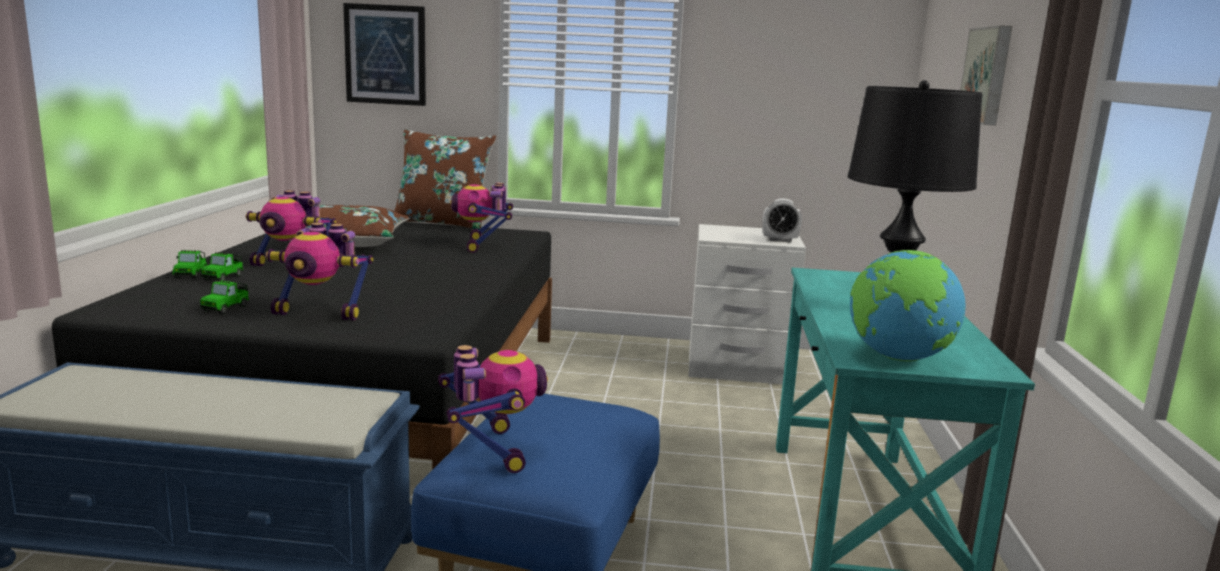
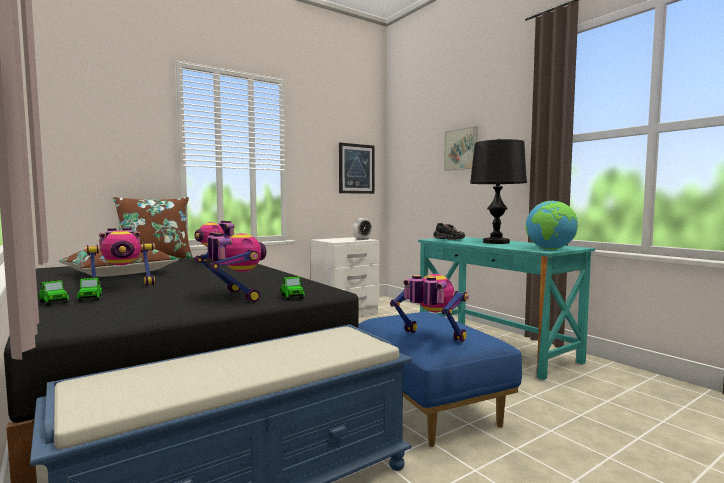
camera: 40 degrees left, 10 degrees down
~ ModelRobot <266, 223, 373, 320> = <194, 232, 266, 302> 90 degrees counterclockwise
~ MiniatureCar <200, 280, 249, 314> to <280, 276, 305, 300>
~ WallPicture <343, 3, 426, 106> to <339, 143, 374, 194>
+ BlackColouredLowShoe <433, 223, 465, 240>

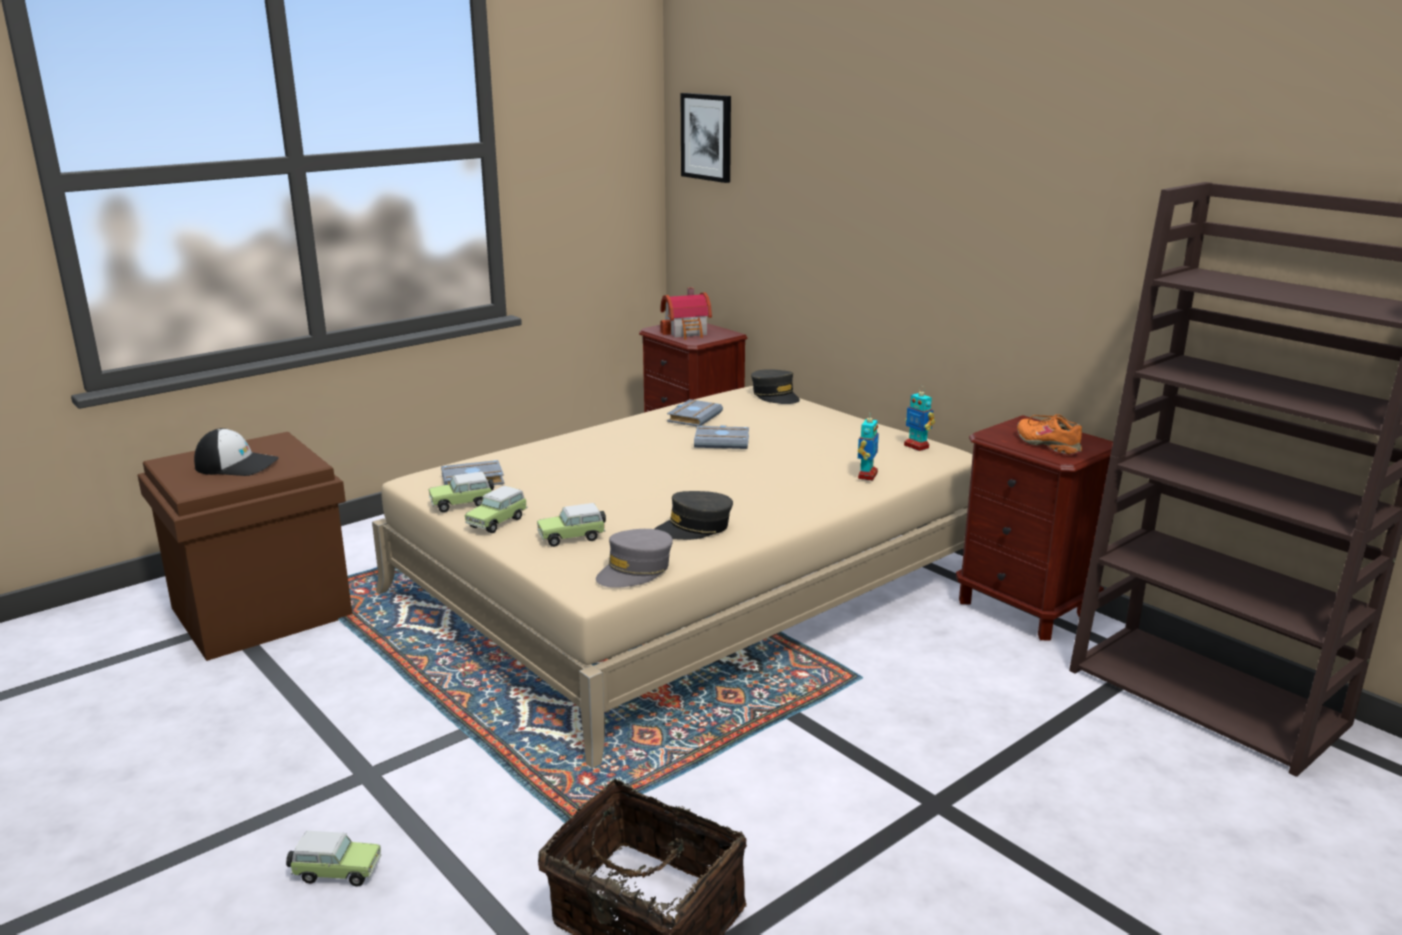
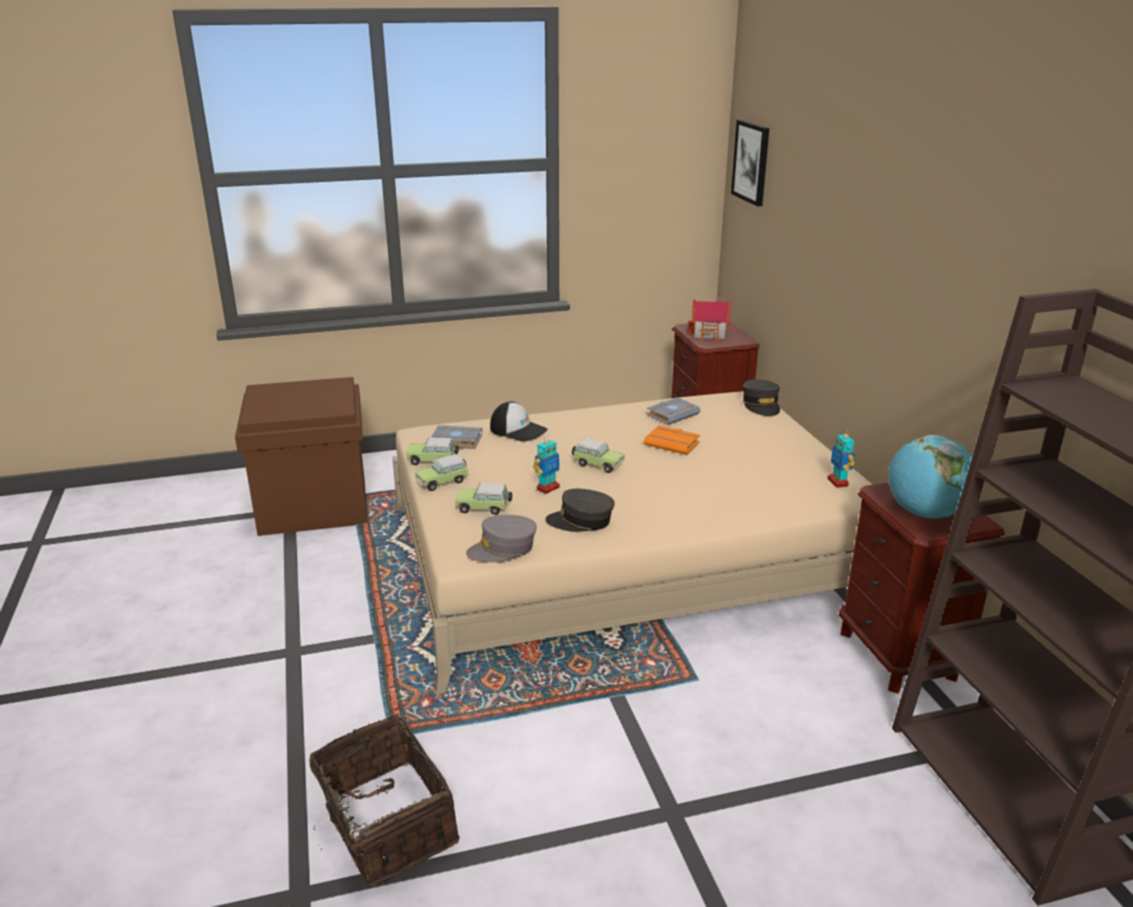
camera: 25 degrees right, 5 degrees up
~ BaseballCap <194, 428, 279, 476> to <490, 401, 548, 442>
~ ModelRobot <858, 413, 879, 481> to <533, 440, 560, 494>
~ MiniatureCar <286, 831, 381, 887> to <572, 438, 625, 473>
~ GreyBook <694, 425, 749, 449> to OrangeColouredBook <644, 425, 700, 455>
~ OrangeColouredLowShoe <1017, 414, 1082, 455> to WorldGlobe <888, 435, 972, 518>

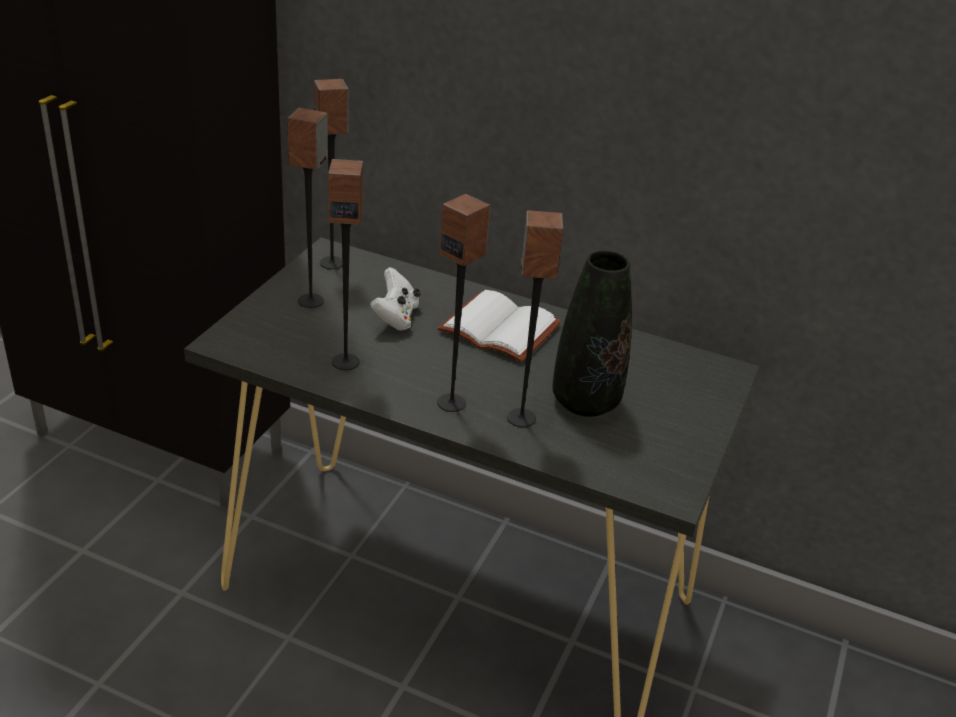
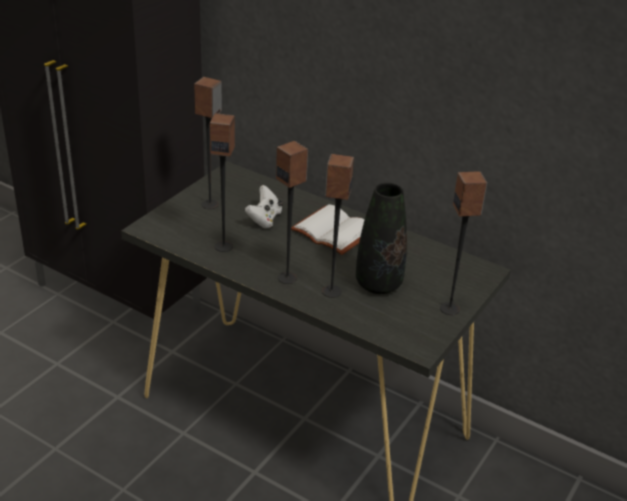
camera: 10 degrees right, 0 degrees up
~ AudioSpeaker <314, 79, 349, 269> to <440, 171, 487, 315>

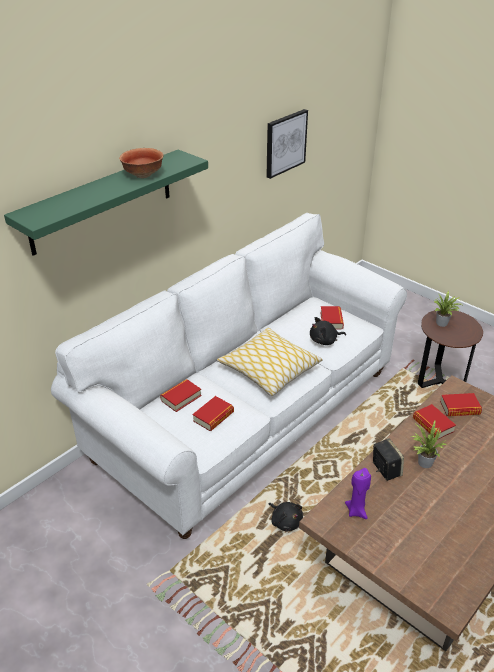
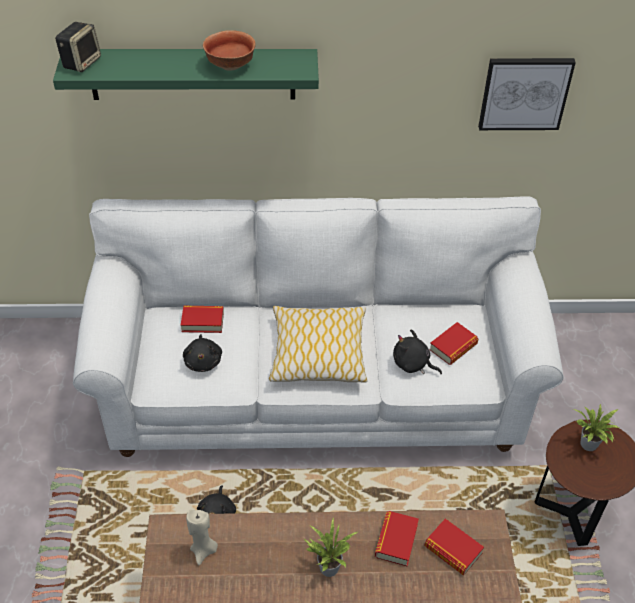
camera: 45 degrees right, 10 degrees up
~ AudioSpeaker <373, 438, 404, 481> to <55, 22, 101, 72>
~ Book <192, 396, 234, 431> to BlackColouredCuddlyToy <183, 334, 222, 372>
~ PurpleWaxLight <345, 468, 371, 519> to BeigeColouredWaxLight <186, 510, 218, 565>

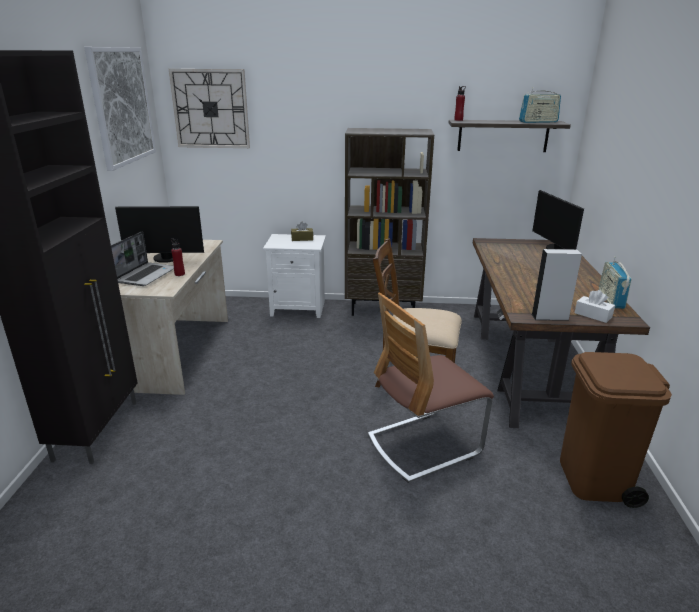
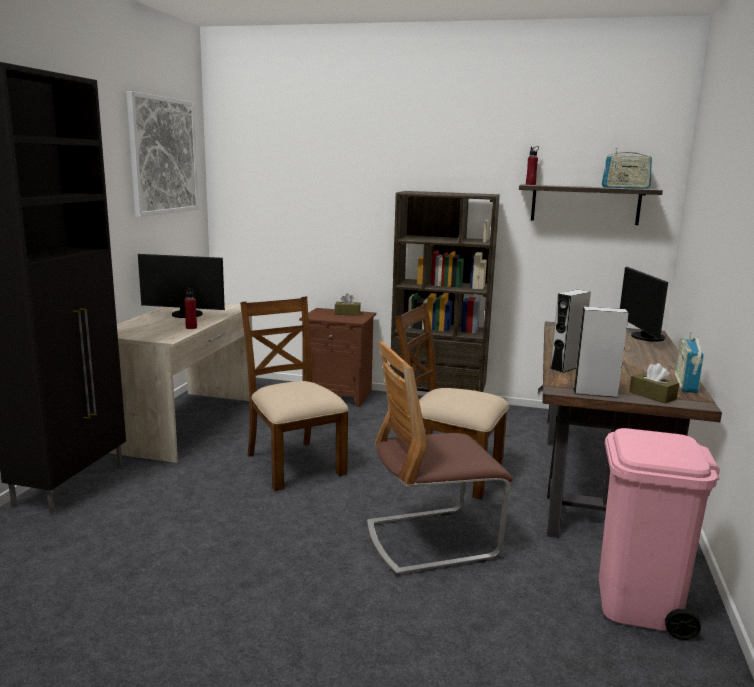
camera: 10 degrees right, 10 degrees down
+ BrownPlainChair <240, 296, 349, 491>
~ WhiteNightTable <263, 234, 326, 318> to BrownNightTable <299, 308, 376, 407>
+ GreyAudioSpeaker <550, 290, 591, 373>
~ BrownWasteBin <560, 352, 672, 508> to PinkColouredWasteBin <599, 428, 720, 640>
~ WhiteTissueHolder <575, 290, 615, 323> to BrownTissueHolder <629, 363, 679, 403>
- PortableComputer <111, 231, 174, 286>
- WallClock <169, 69, 250, 148>

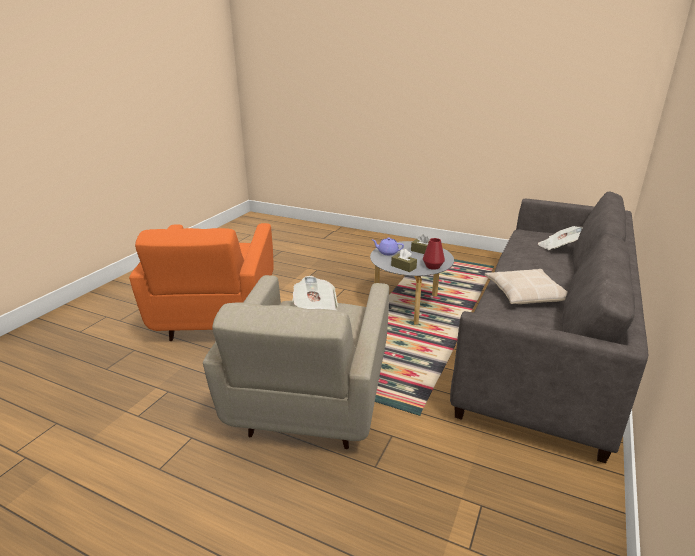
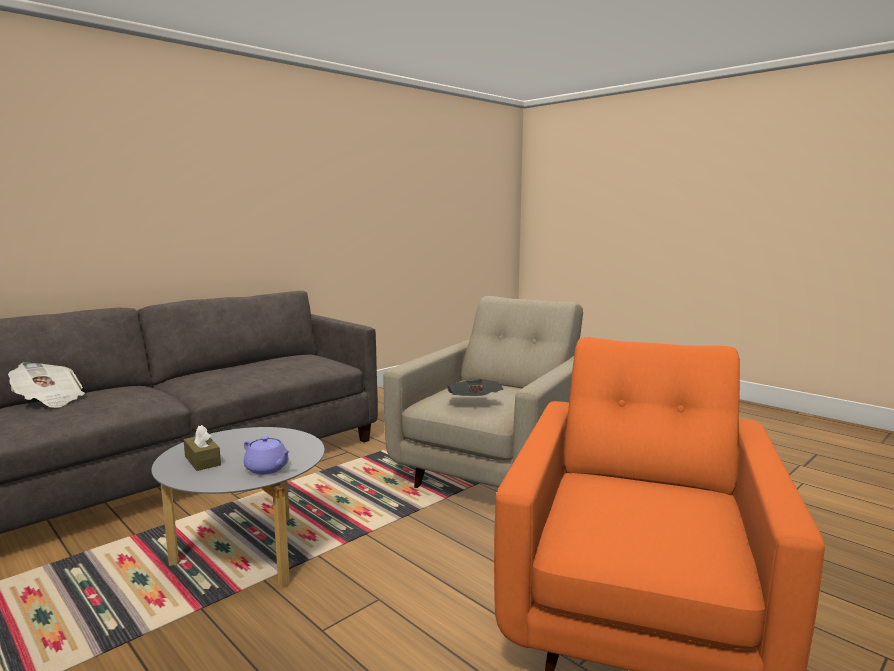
camera: 160 degrees left, 15 degrees down
- BrownTissueHolder <391, 249, 417, 272>
- ReddishFlowerVase <423, 238, 445, 270>
- BeigeColouredCushion <485, 269, 568, 304>

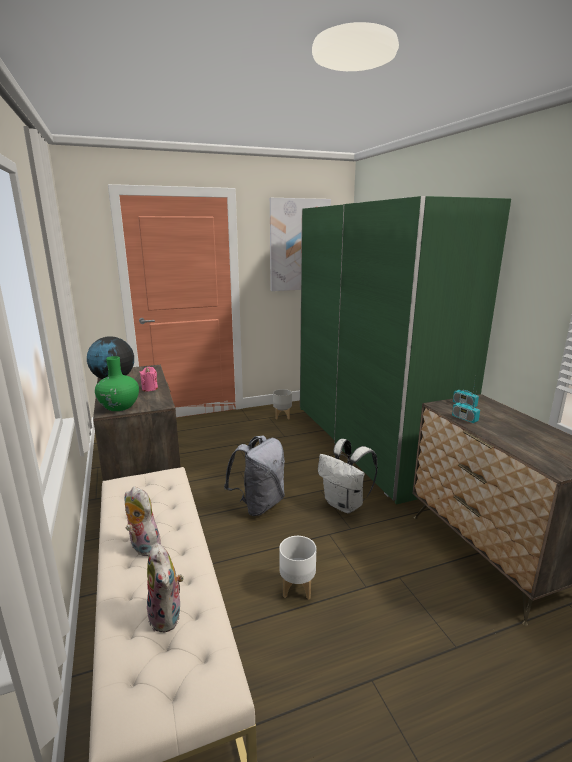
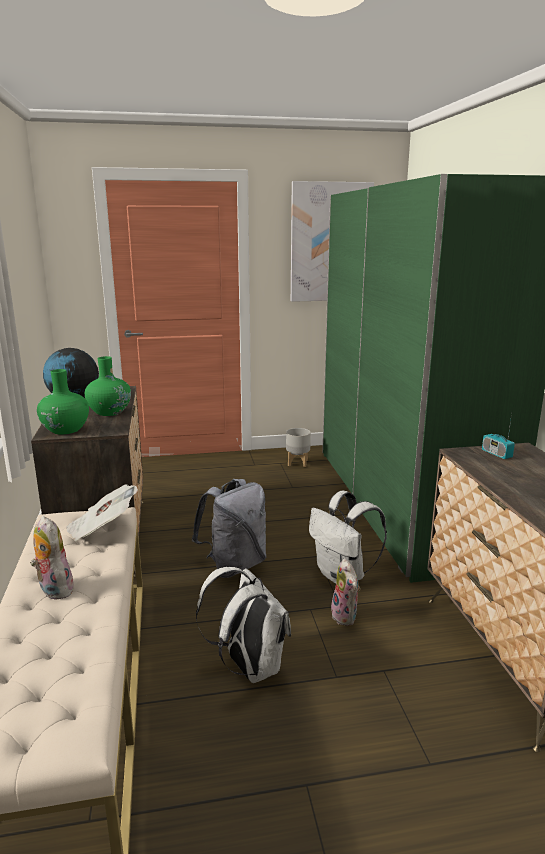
camera: 10 degrees right, 0 degrees up
+ Newspaper <66, 484, 138, 541>
~ PinkColouredWaxLight <140, 367, 158, 391> to GreenFlowerVase <85, 356, 131, 416>
~ WhitePlanter <279, 536, 316, 600> to WhiteBackpack <196, 567, 291, 683>
~ CuddlyToy <147, 543, 184, 633> to <331, 559, 361, 626>
- RadioSet <452, 389, 480, 423>

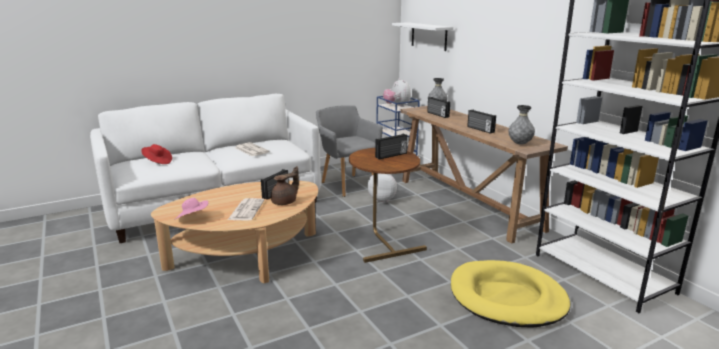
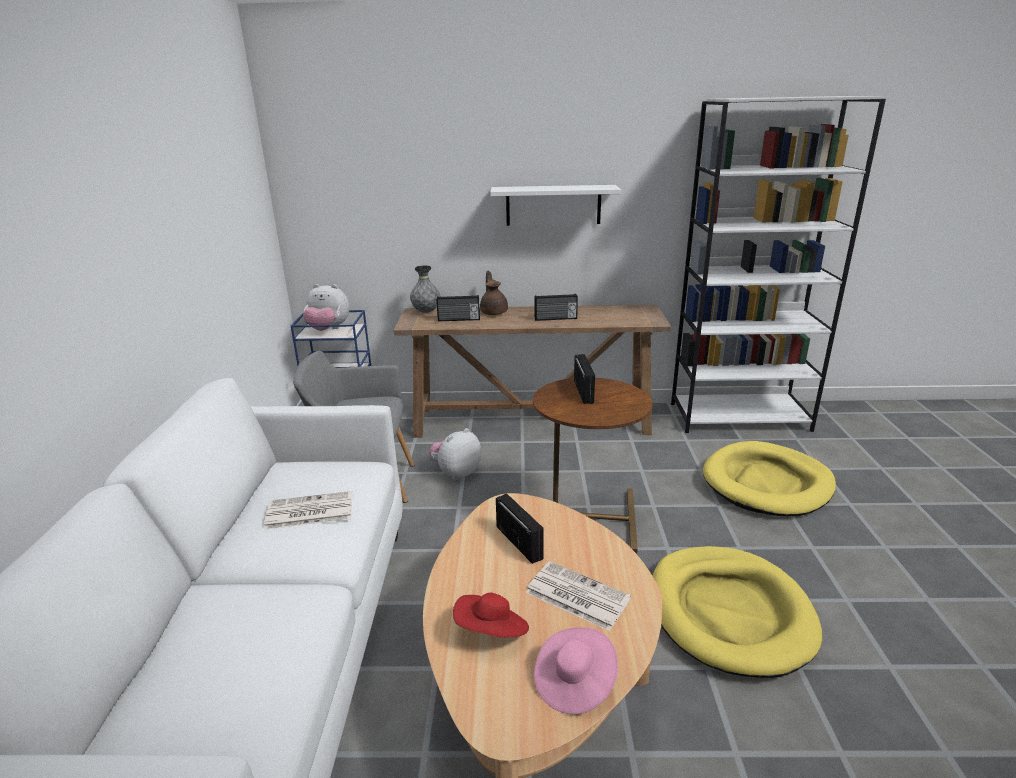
camera: 60 degrees left, 5 degrees up
~ ReddishWearableHat <141, 144, 172, 164> to <453, 593, 529, 638>
~ BrownPotForTea <271, 166, 299, 205> to <480, 271, 508, 315>
~ WhiteWallShelf <392, 22, 453, 51> to <490, 185, 621, 226>
+ YellowColouredDogBed <652, 546, 822, 678>
- GreyFlowerVase <508, 105, 535, 145>

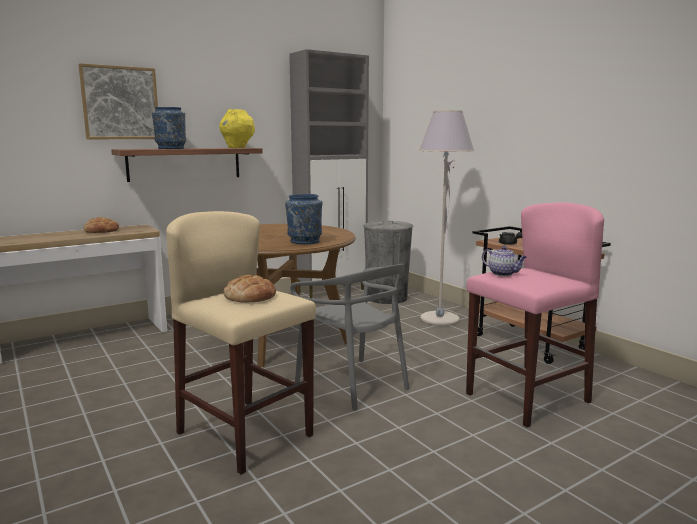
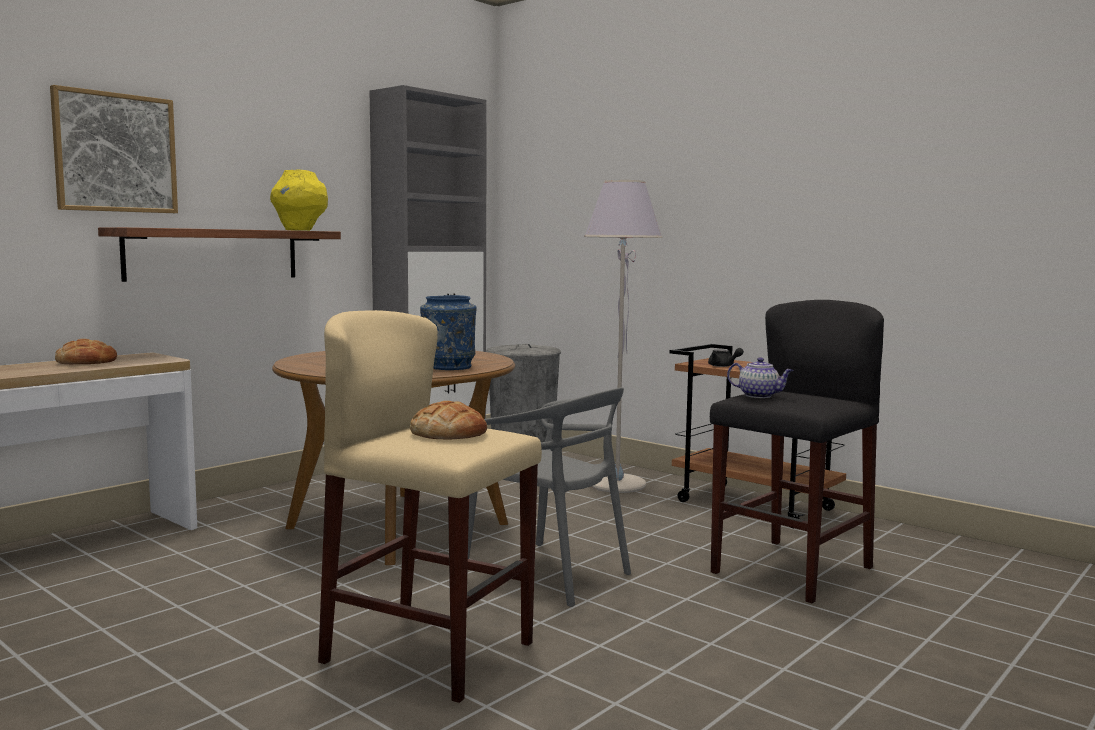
camera: 15 degrees left, 5 degrees down
~ PinkColouredSittingStool <466, 202, 604, 427> to BlackColouredSittingStool <710, 300, 884, 603>
- BlueColouredFlowerVase <152, 107, 186, 149>

